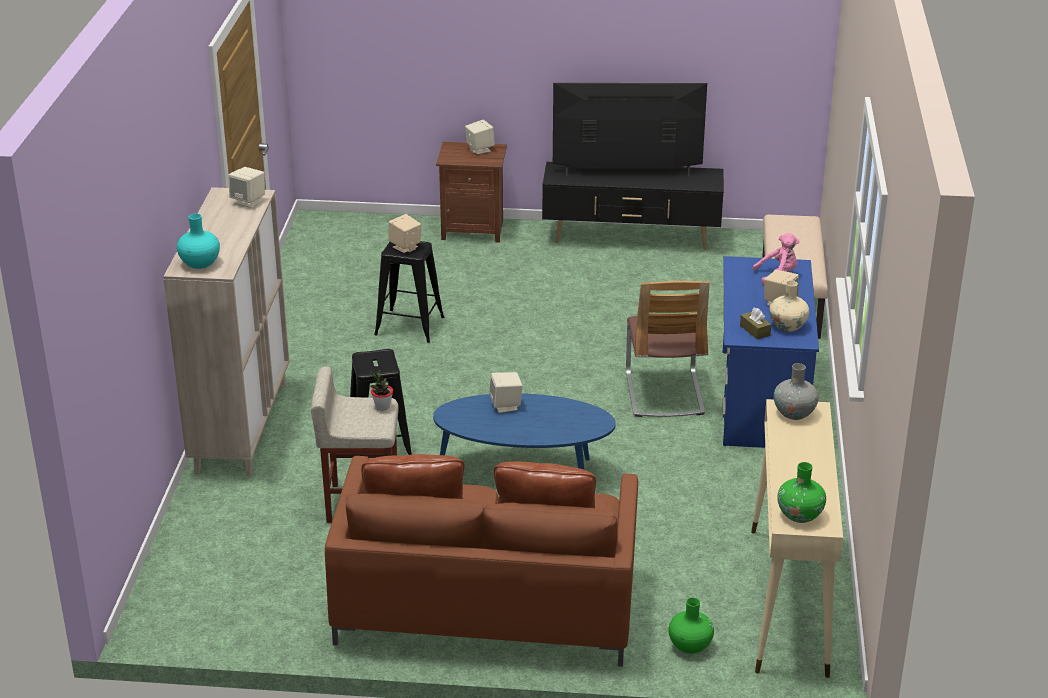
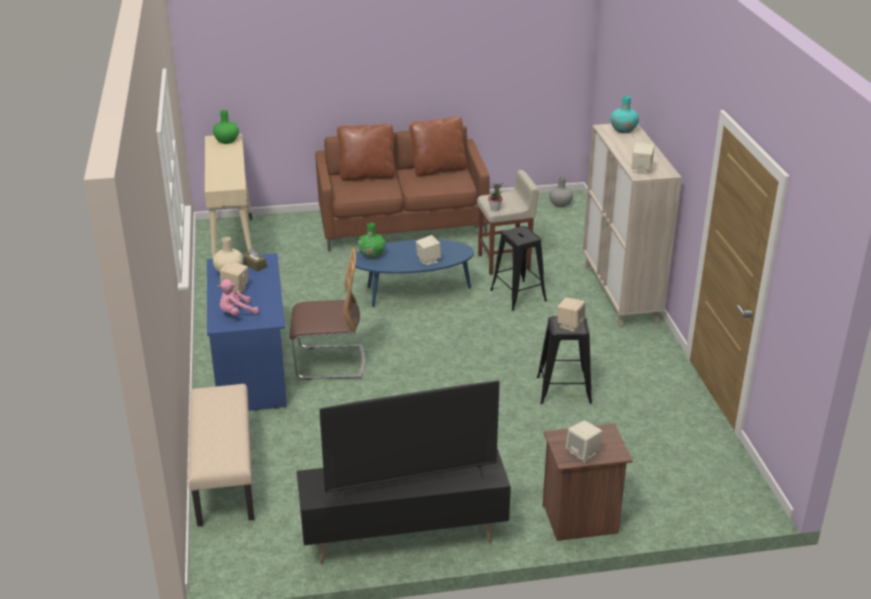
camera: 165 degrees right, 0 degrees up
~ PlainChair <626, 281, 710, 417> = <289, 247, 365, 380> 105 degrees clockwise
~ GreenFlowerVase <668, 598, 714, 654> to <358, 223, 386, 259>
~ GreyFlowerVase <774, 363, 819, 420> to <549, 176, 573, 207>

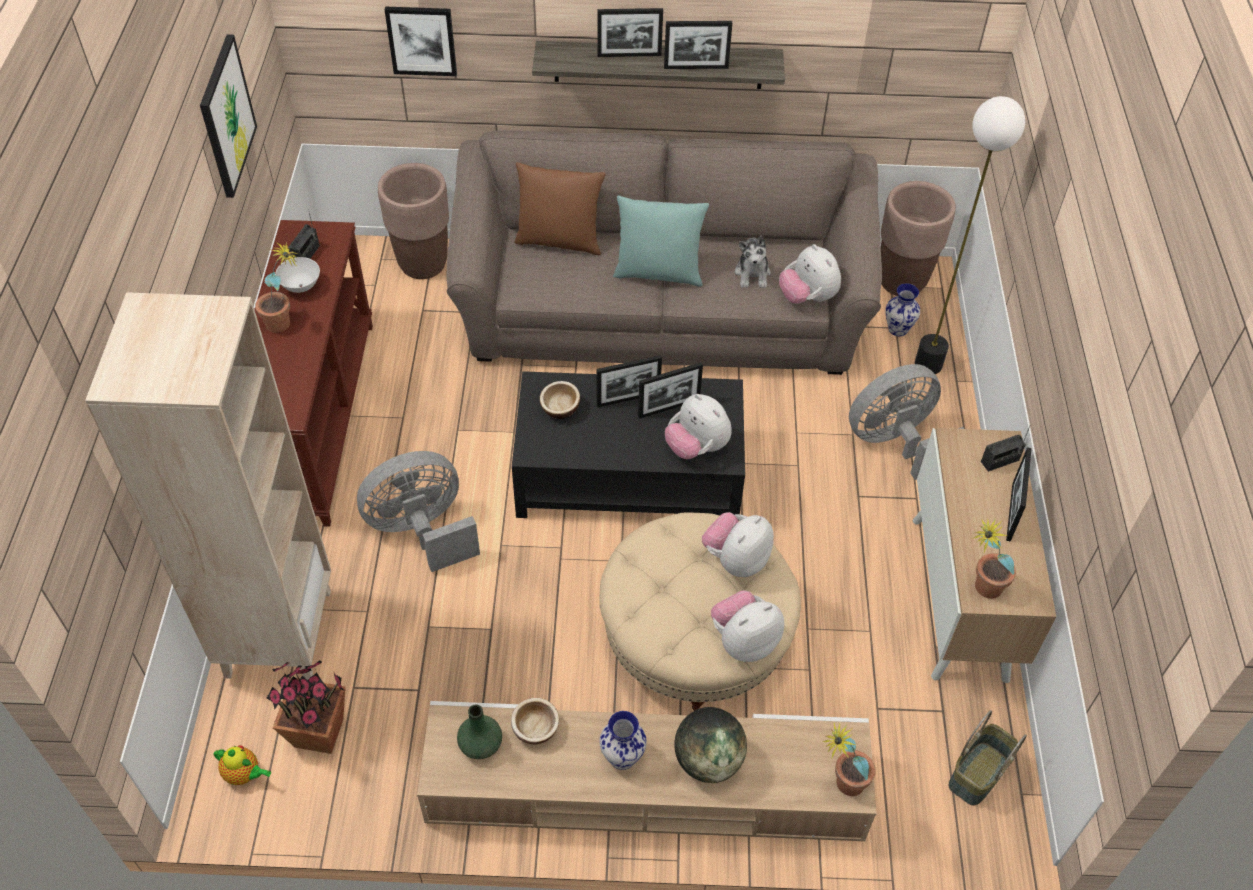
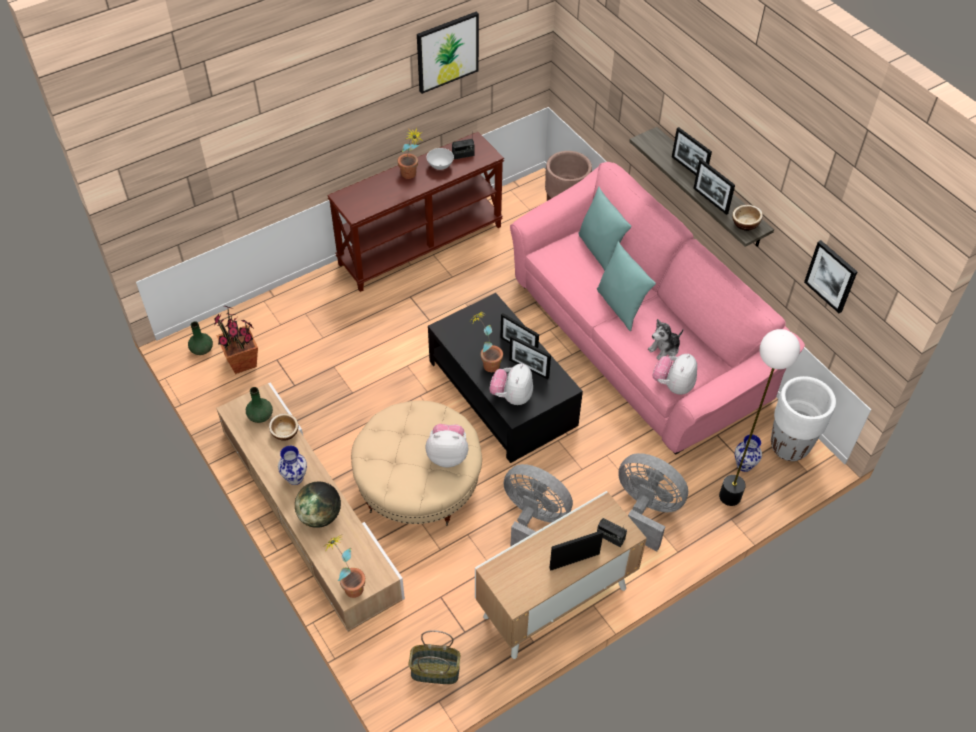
camera: 55 degrees right, 0 degrees up
~ PotForTea <214, 745, 271, 785> to GreenFlowerVase <188, 322, 213, 355>
~ PlantInAPot <972, 518, 1016, 599> to <468, 312, 503, 372>
~ GreyCoolingFan <357, 451, 480, 572> to <503, 464, 573, 546>
~ BrownCouch <447, 130, 882, 375> to PinkColouredCouch <510, 162, 805, 455>
~ BrownCushion <514, 162, 606, 255> to BlueGreenCushion <578, 187, 631, 271>
~ Bowl <540, 381, 580, 419> to <732, 205, 763, 231>
~ BrownPlanter <881, 181, 956, 296> to WhitePlanter <771, 376, 836, 461>
~ WallPicture <385, 7, 457, 76> to <804, 240, 858, 313>
- BeigeColouredBookshelf <85, 292, 331, 680>
- CuddlyToy <711, 590, 784, 662>

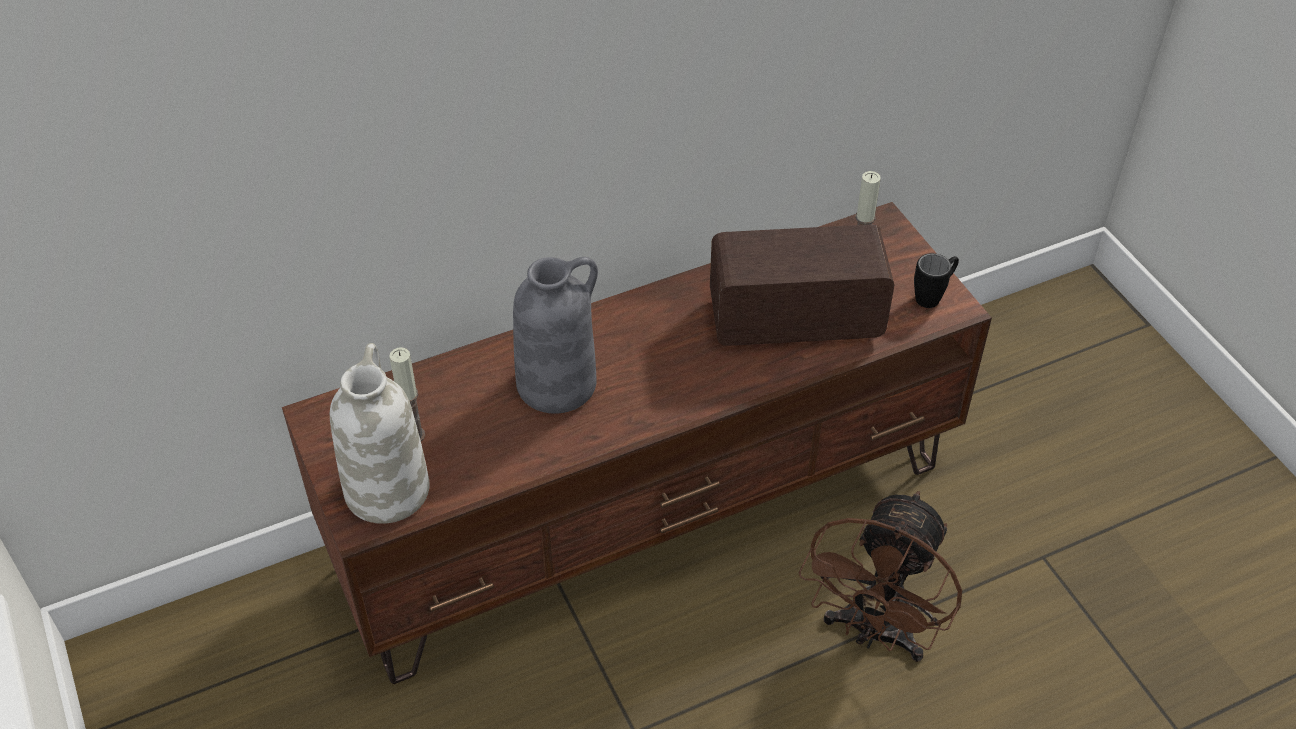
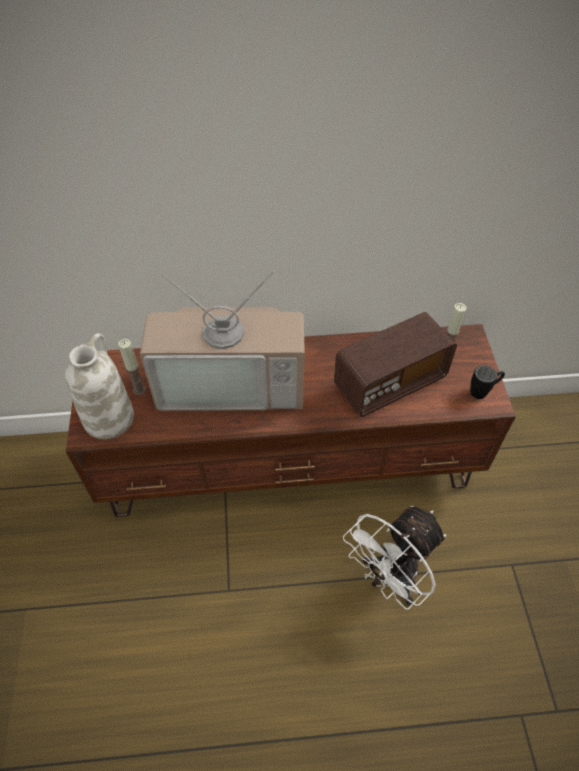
camera: 20 degrees right, 5 degrees up
~ GreyFlowerVase <513, 257, 598, 414> to Television <140, 271, 305, 411>
~ RadioSet <710, 224, 894, 346> = <334, 312, 457, 417> 135 degrees clockwise
~ BrownCoolingFan <799, 491, 962, 662> to WhiteCoolingFan <343, 506, 446, 610>

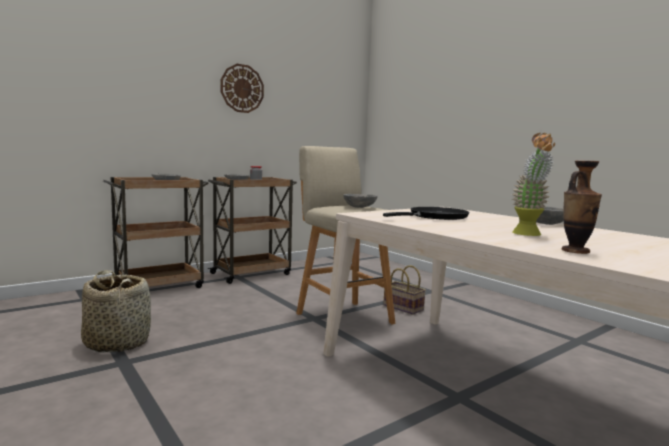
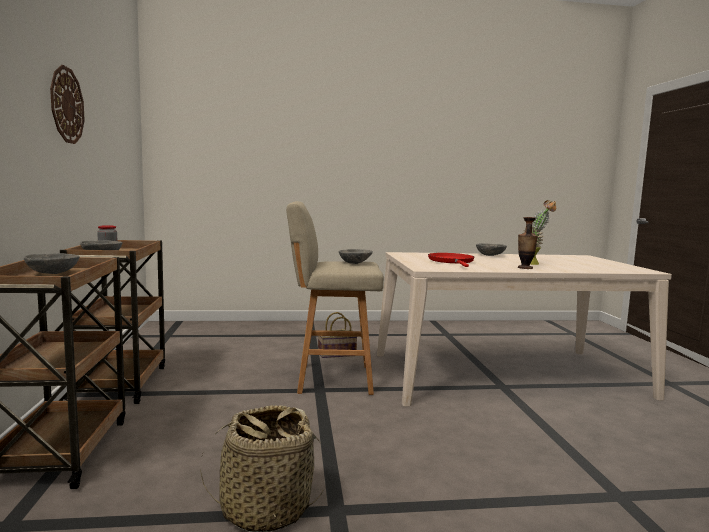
camera: 60 degrees left, 0 degrees up
~ BlackColouredPan <383, 207, 469, 220> to ReddishPan <428, 253, 474, 267>
~ FlowerVase <562, 161, 602, 254> to <518, 217, 538, 269>

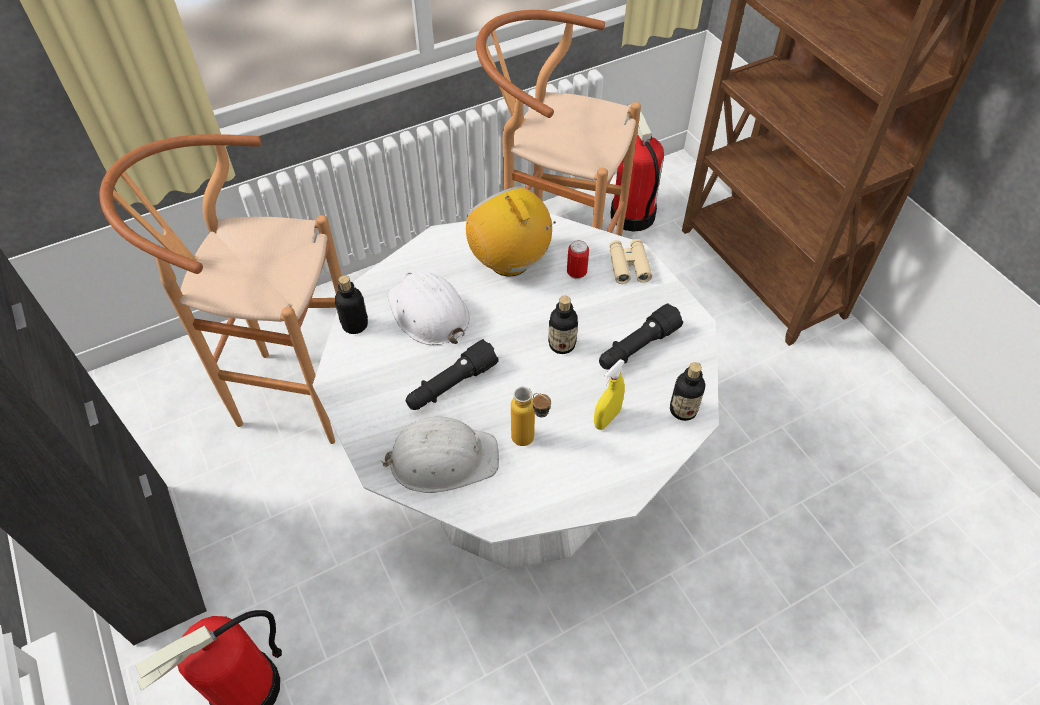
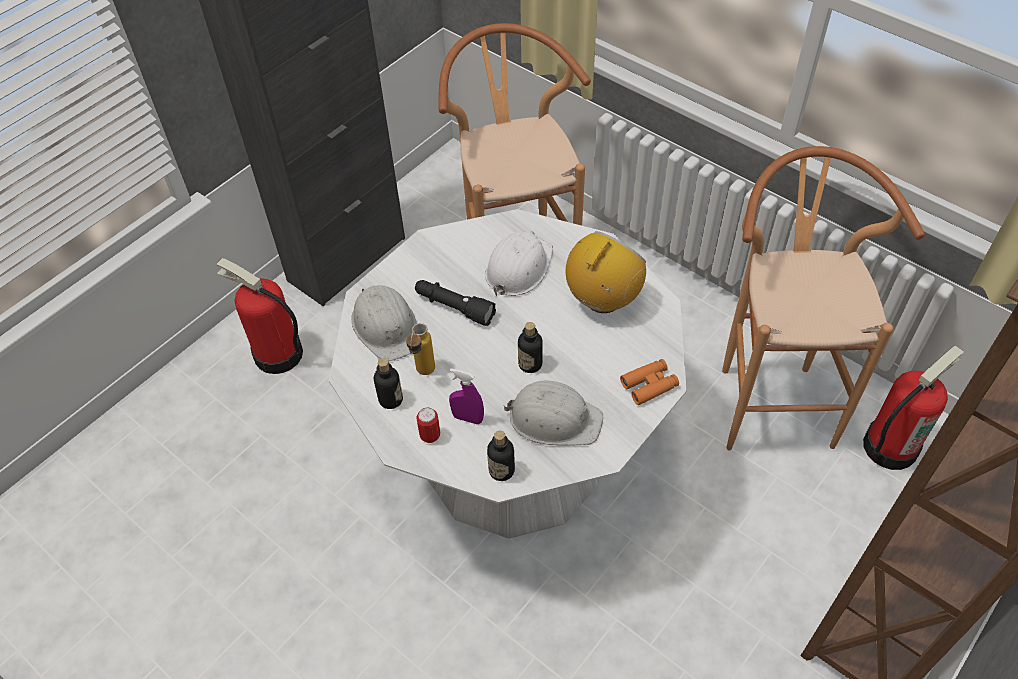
camera: 70 degrees right, 0 degrees up
~ DrinkBottle <335, 275, 368, 334> to <374, 358, 403, 409>
~ Can <567, 240, 589, 279> to <416, 408, 440, 443>
~ YellowColouredHandSprayer <594, 359, 625, 430> to PurpleHandSprayer <449, 368, 484, 424>
~ BlackColouredFlashlight <599, 303, 683, 369> to WhiteWorkHelmet <503, 381, 603, 446>
~ BeigeColouredBinoculars <609, 239, 652, 284> to OrangeColouredBinoculars <620, 359, 679, 405>

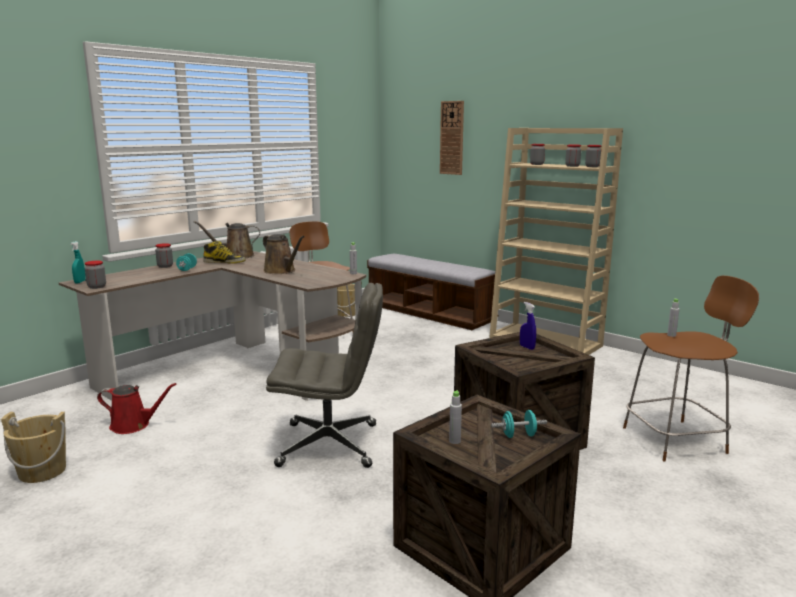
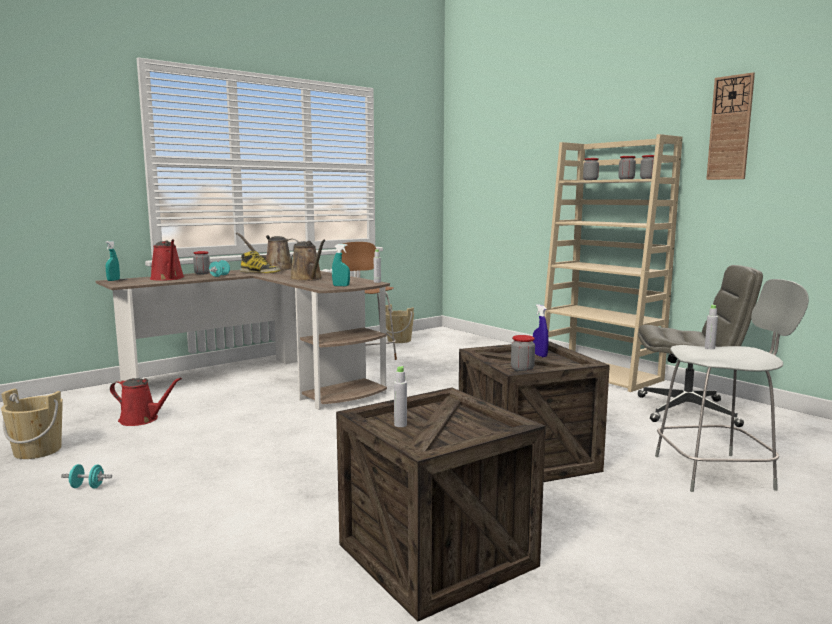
camera: 10 degrees right, 5 degrees down
~ BlueGreenHandWeight <491, 410, 547, 438> to <61, 464, 112, 489>
+ ReddishWateringPot <150, 239, 184, 281>
+ BlueGreenHandSprayer <332, 244, 350, 286>
~ Jar <85, 261, 106, 289> to <511, 335, 535, 371>
~ GreyComputerChair <266, 283, 383, 468> to <638, 265, 763, 427>
~ BrownSittingStool <623, 276, 759, 462> to GreySittingStool <655, 279, 809, 492>
~ WallClock <440, 101, 464, 175> to <706, 72, 755, 180>
- Bench <367, 254, 498, 330>

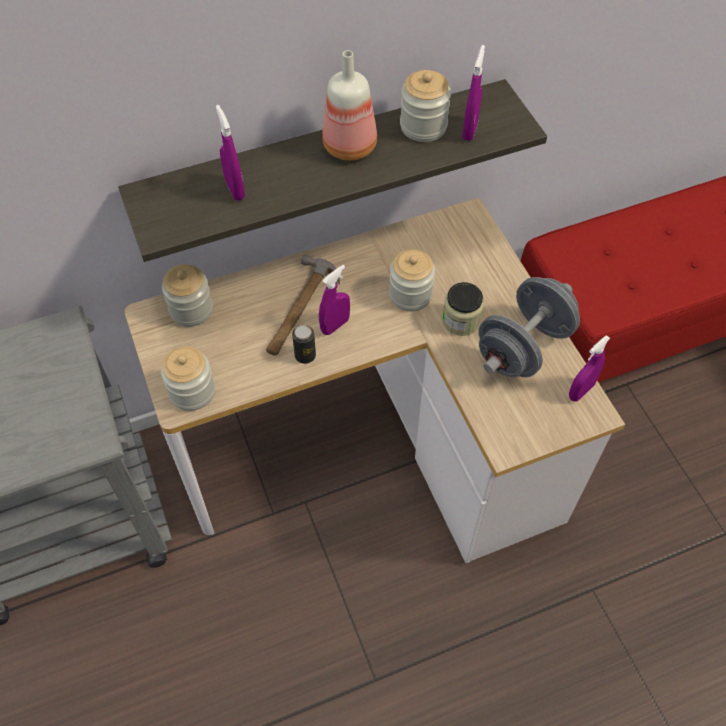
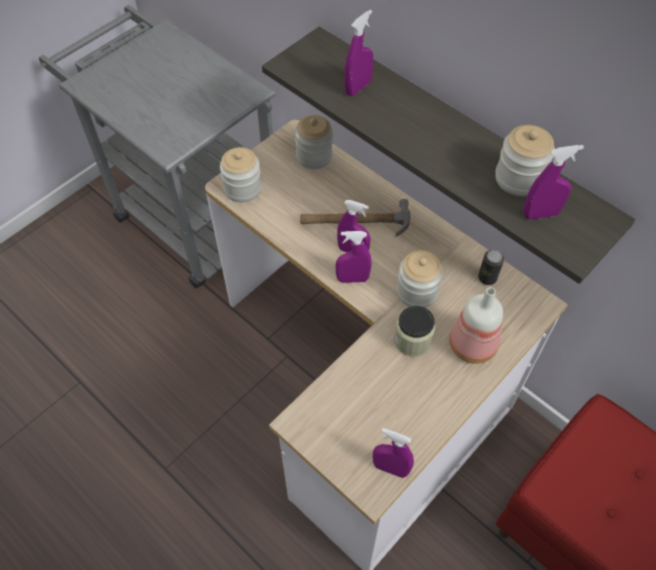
camera: 65 degrees right, 0 degrees up
+ PurpleHandSprayer <335, 231, 371, 283>
~ DrinkBottle <322, 50, 377, 161> to <449, 287, 503, 364>
~ Can <292, 325, 316, 364> to <478, 250, 504, 285>
- GreyHandWeight <479, 277, 580, 377>

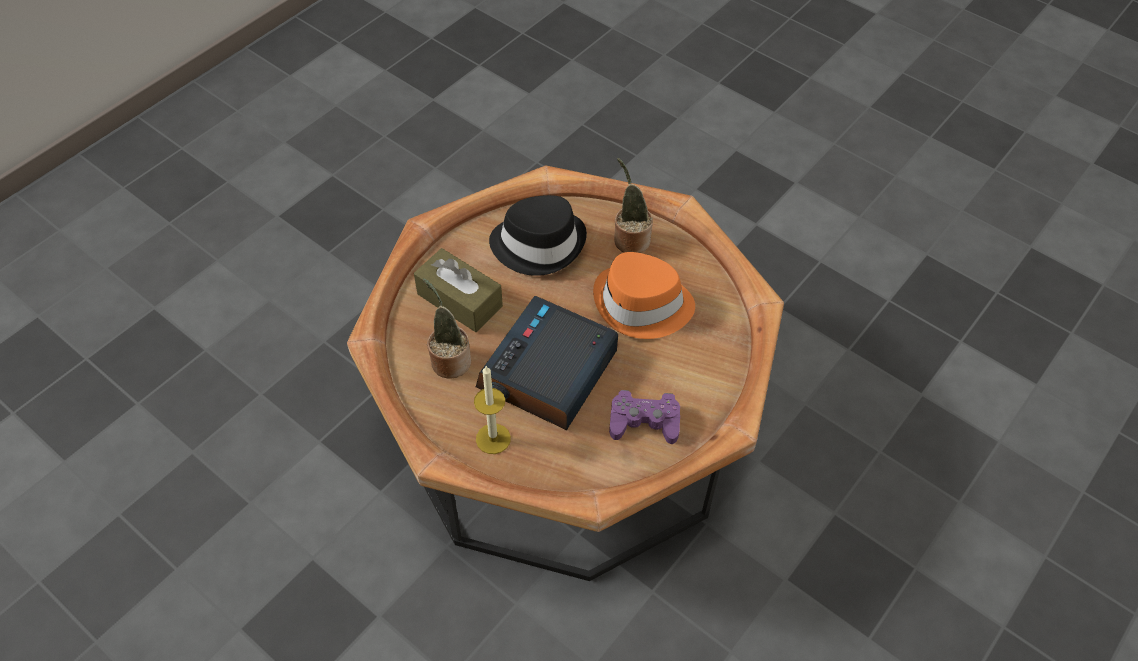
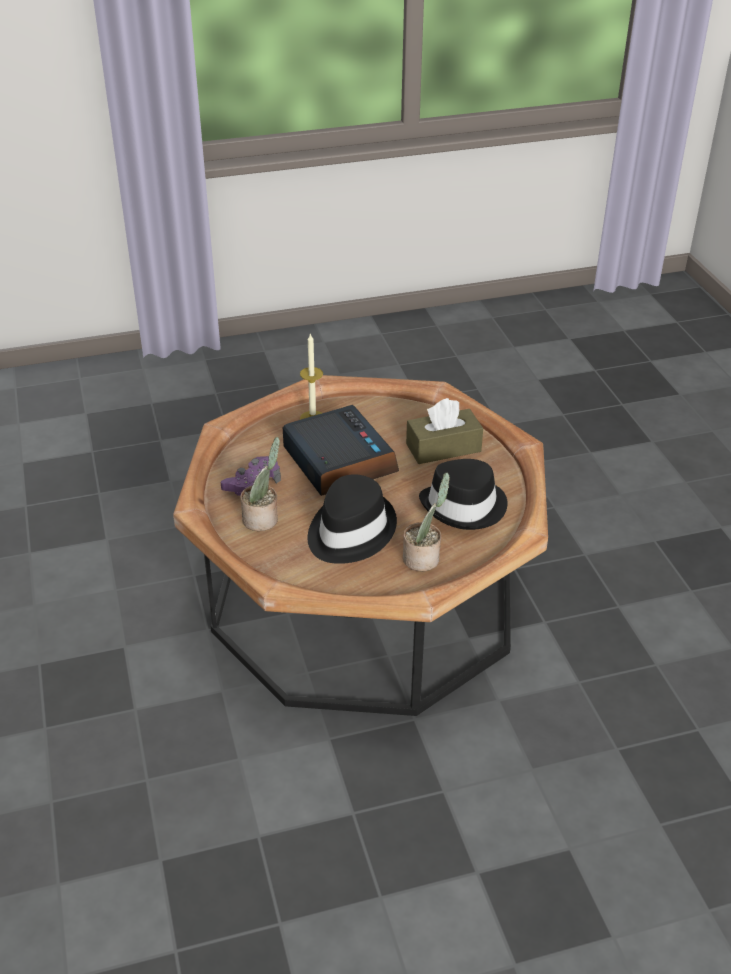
camera: 125 degrees right, 15 degrees down
~ PlantInAPot <422, 278, 471, 379> to <240, 437, 280, 531>
~ OrangeColouredWearableHat <593, 252, 695, 339> to BlackColouredWearableHat <307, 474, 397, 564>

